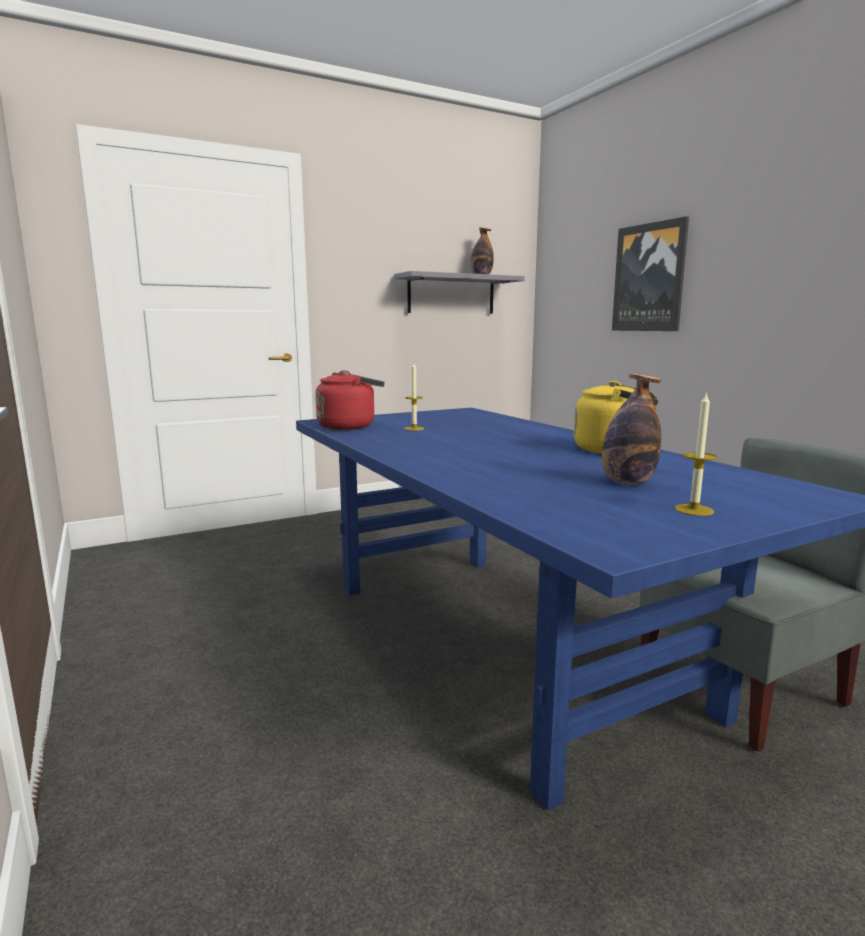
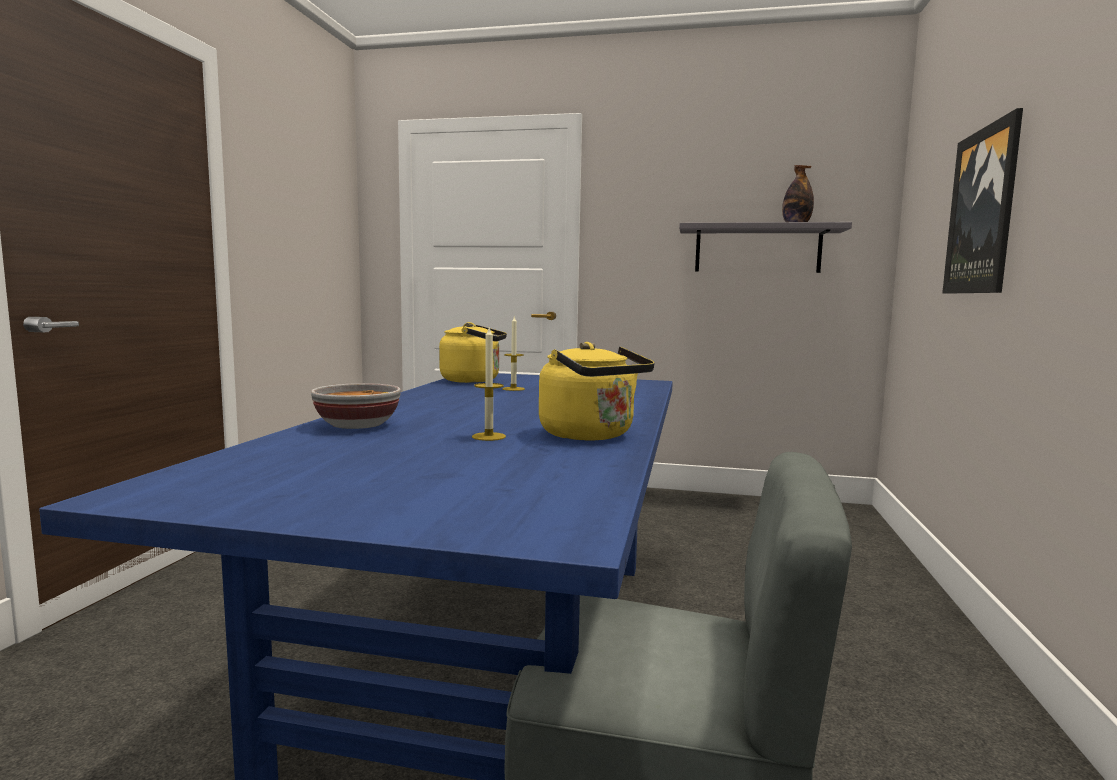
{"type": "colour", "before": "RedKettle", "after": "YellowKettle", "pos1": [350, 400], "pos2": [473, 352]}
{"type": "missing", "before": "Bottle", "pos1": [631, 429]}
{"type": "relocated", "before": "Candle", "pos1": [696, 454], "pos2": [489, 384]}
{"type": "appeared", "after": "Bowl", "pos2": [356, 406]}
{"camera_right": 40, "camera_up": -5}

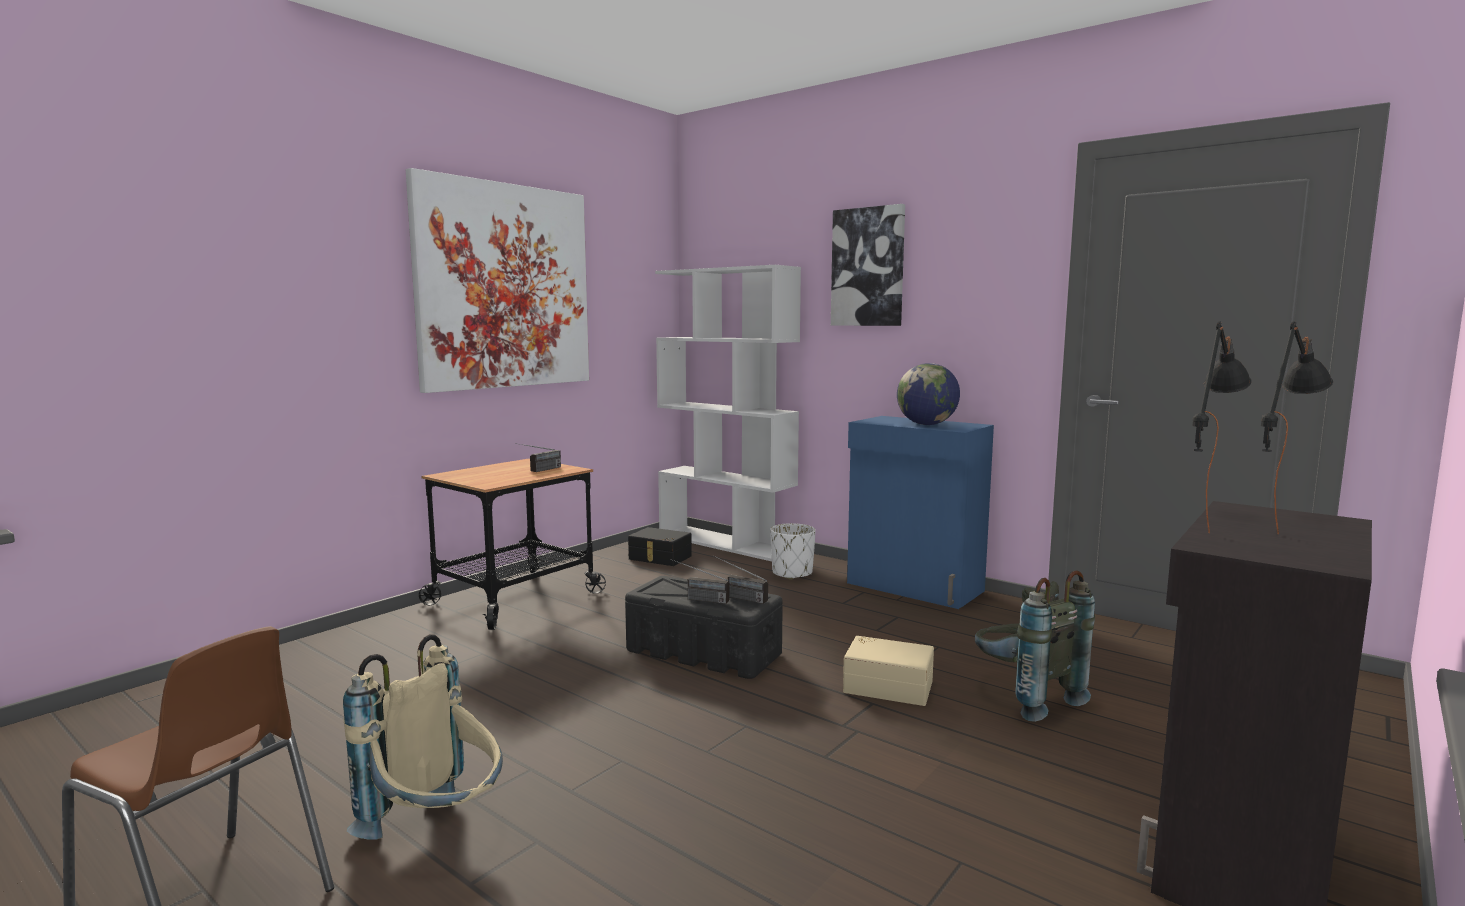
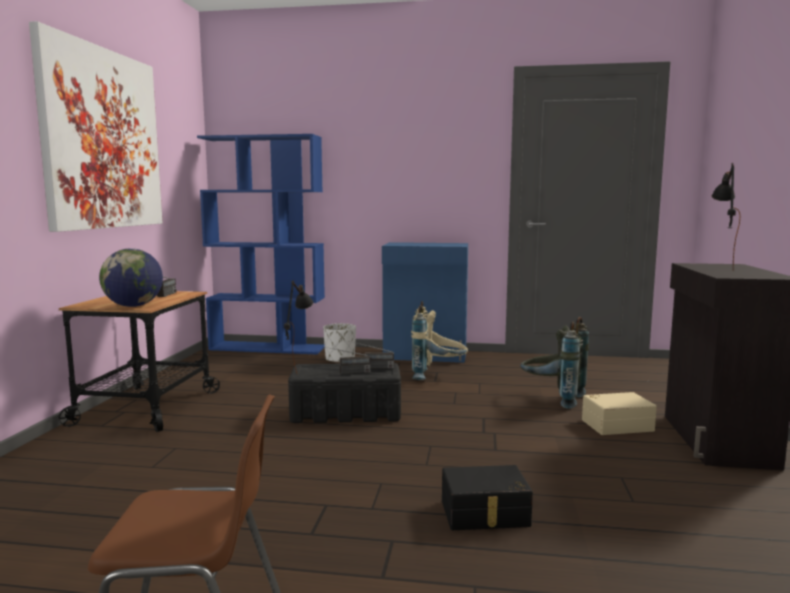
{"type": "relocated", "before": "BeigeBackpack", "pos1": [423, 737], "pos2": [439, 340]}
{"type": "relocated", "before": "BlackStorageBox", "pos1": [660, 546], "pos2": [487, 497]}
{"type": "colour", "before": "WhiteBookcase", "after": "BlueBookcase", "pos1": [728, 413], "pos2": [261, 244]}
{"type": "missing", "before": "Picture", "pos1": [868, 265]}
{"type": "relocated", "before": "BeigeStorageBox", "pos1": [888, 671], "pos2": [619, 413]}
{"type": "relocated", "before": "Globe", "pos1": [928, 394], "pos2": [131, 277]}
{"type": "relocated", "before": "BlackTableLamp", "pos1": [1222, 427], "pos2": [298, 326]}
{"camera_right": -30, "camera_up": 0}

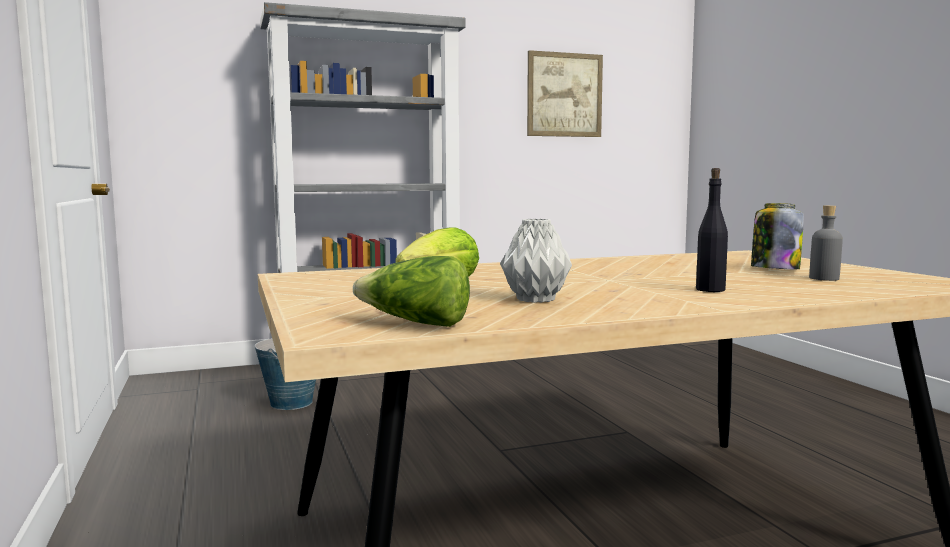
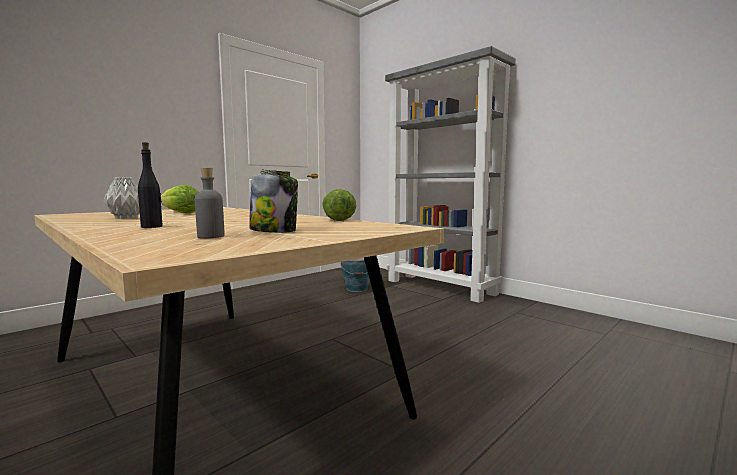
{"type": "relocated", "before": "Lettuce", "pos1": [411, 291], "pos2": [339, 205]}
{"type": "missing", "before": "Picture", "pos1": [565, 93]}
{"camera_right": 65, "camera_up": 0}

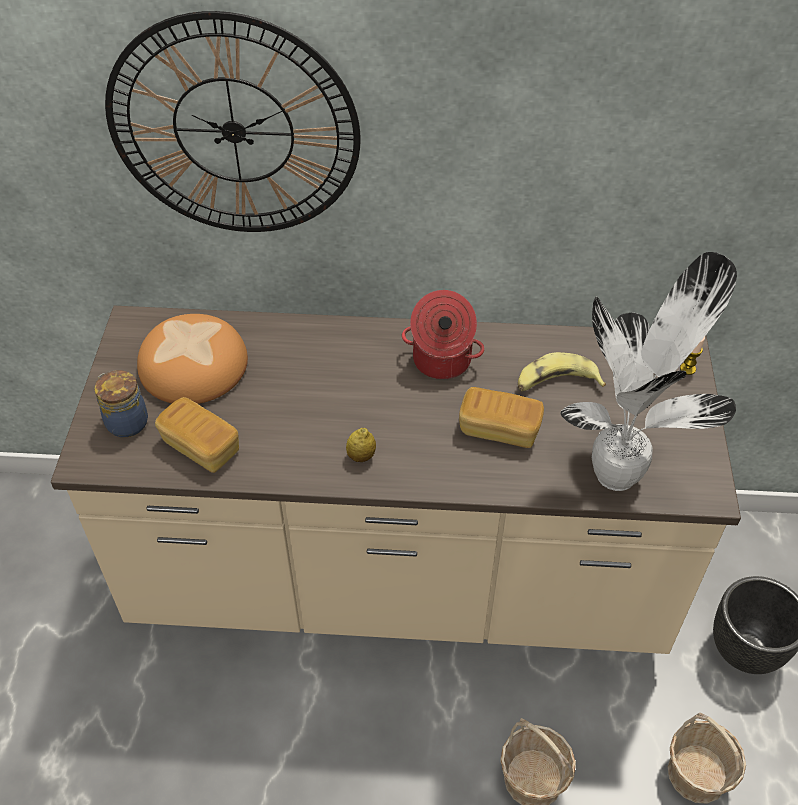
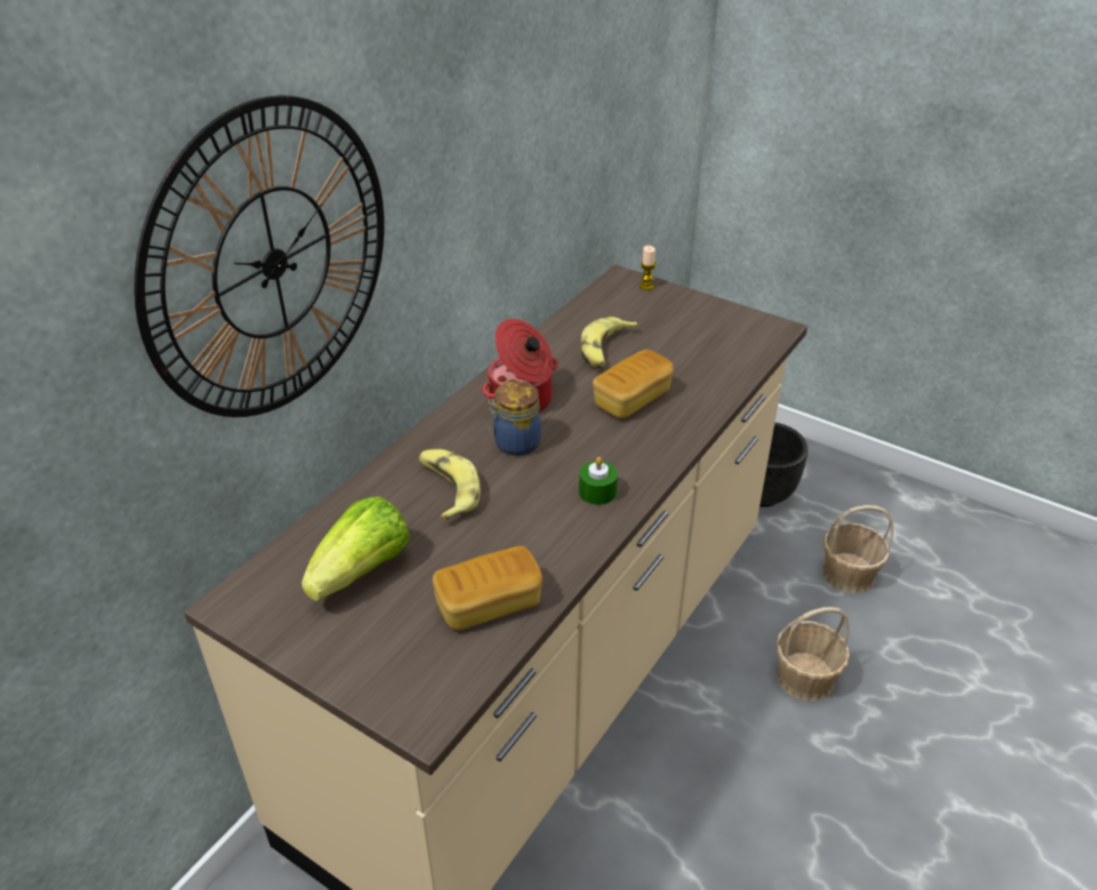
{"type": "relocated", "before": "Jar", "pos1": [121, 403], "pos2": [514, 418]}
{"type": "exchanged", "before": "Bread", "after": "Lettuce", "pos1": [192, 359], "pos2": [355, 548]}
{"type": "exchanged", "before": "Lemon", "after": "GreenCandle", "pos1": [361, 445], "pos2": [598, 481]}
{"type": "missing", "before": "PottedPlant", "pos1": [648, 371]}
{"type": "appeared", "after": "Banana", "pos2": [449, 484]}
{"camera_right": -60, "camera_up": -10}

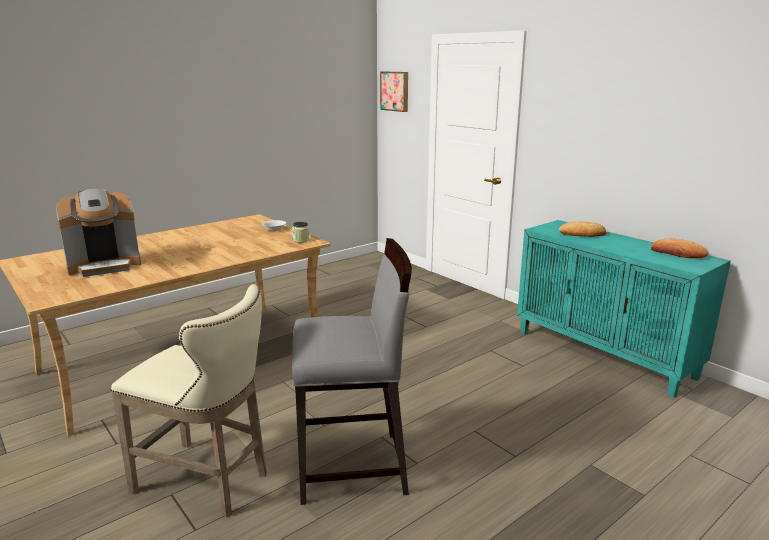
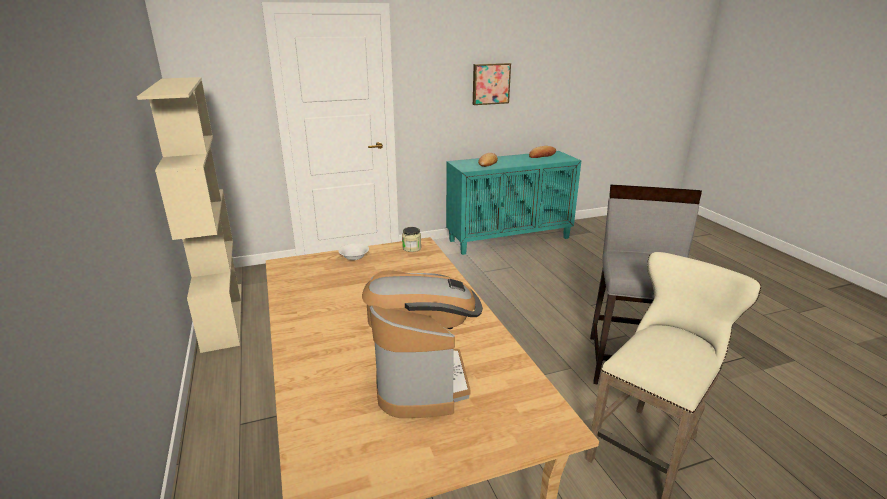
{"type": "relocated", "before": "Picture", "pos1": [394, 91], "pos2": [492, 84]}
{"type": "appeared", "after": "BeigeBookcase", "pos2": [189, 215]}
{"camera_right": -70, "camera_up": 5}

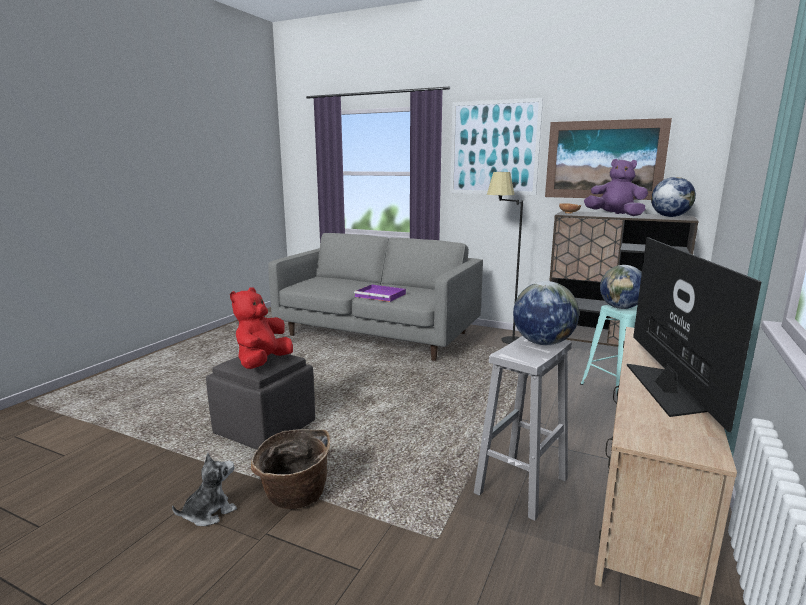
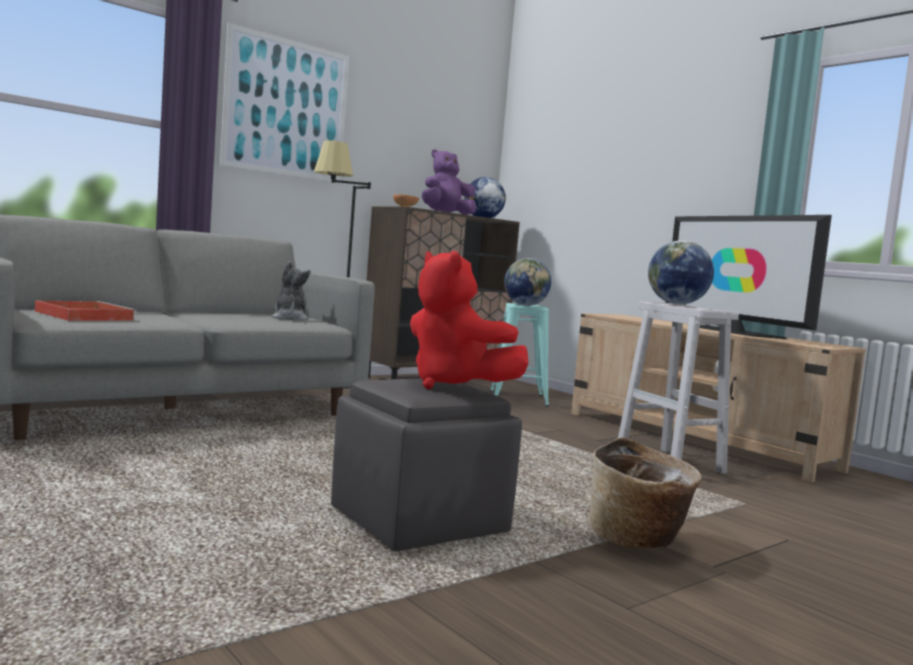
{"type": "relocated", "before": "PlushToy", "pos1": [204, 489], "pos2": [291, 290]}
{"type": "missing", "before": "PurpleTray", "pos1": [380, 293]}
{"type": "missing", "before": "Picture", "pos1": [608, 159]}
{"type": "spun", "before": "Television", "pos1": [694, 334], "pos2": [748, 277], "turn": -150}
{"type": "appeared", "after": "RedTray", "pos2": [86, 311]}
{"camera_right": -65, "camera_up": -10}

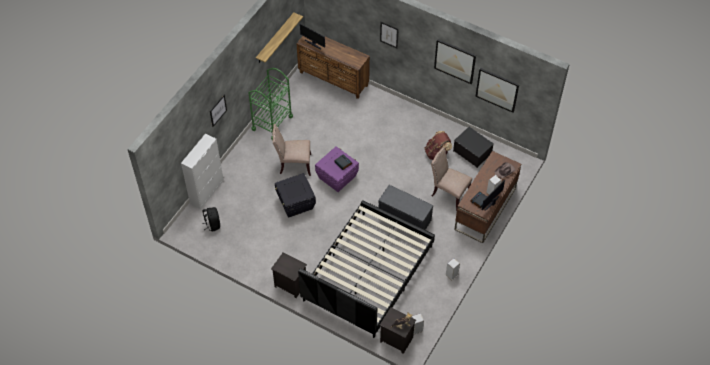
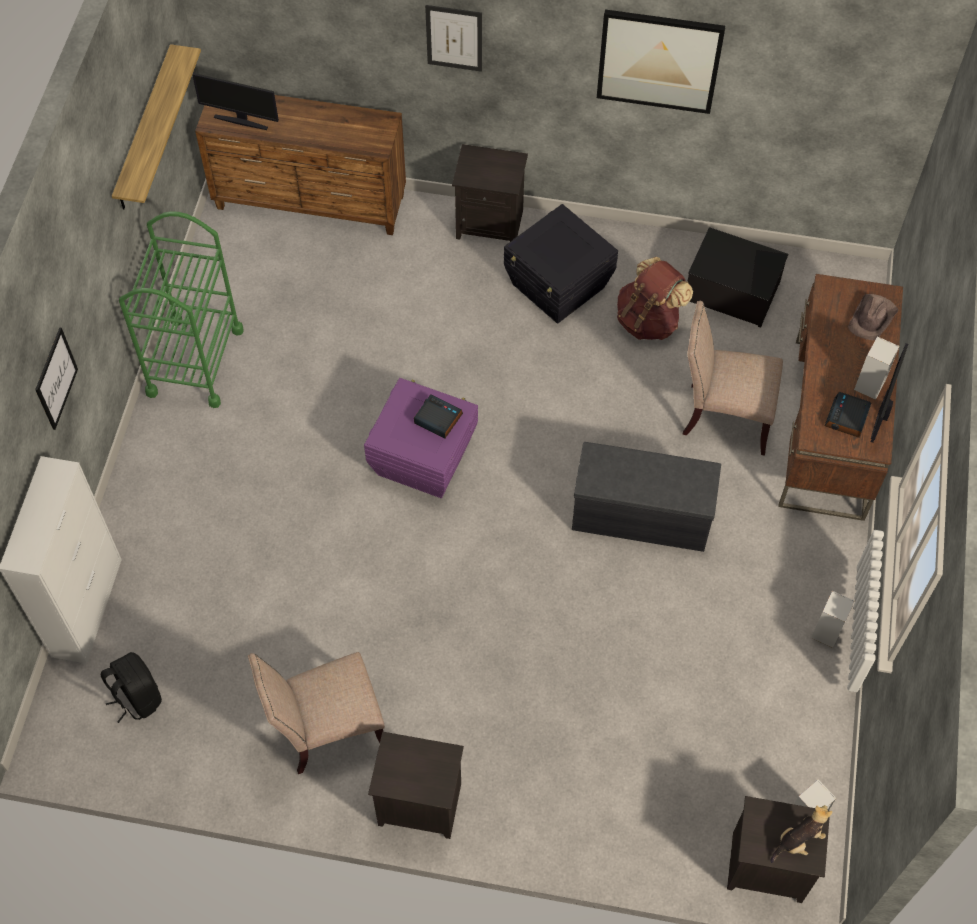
{"type": "relocated", "before": "BeigeChair", "pos1": [292, 150], "pos2": [316, 713]}
{"type": "relocated", "before": "BlackStorageBox", "pos1": [295, 195], "pos2": [561, 264]}
{"type": "missing", "before": "BlackBed", "pos1": [366, 269]}
{"type": "missing", "before": "Picture", "pos1": [497, 90]}
{"type": "appeared", "after": "BlackNightstand", "pos2": [490, 193]}
{"camera_right": -20, "camera_up": 5}

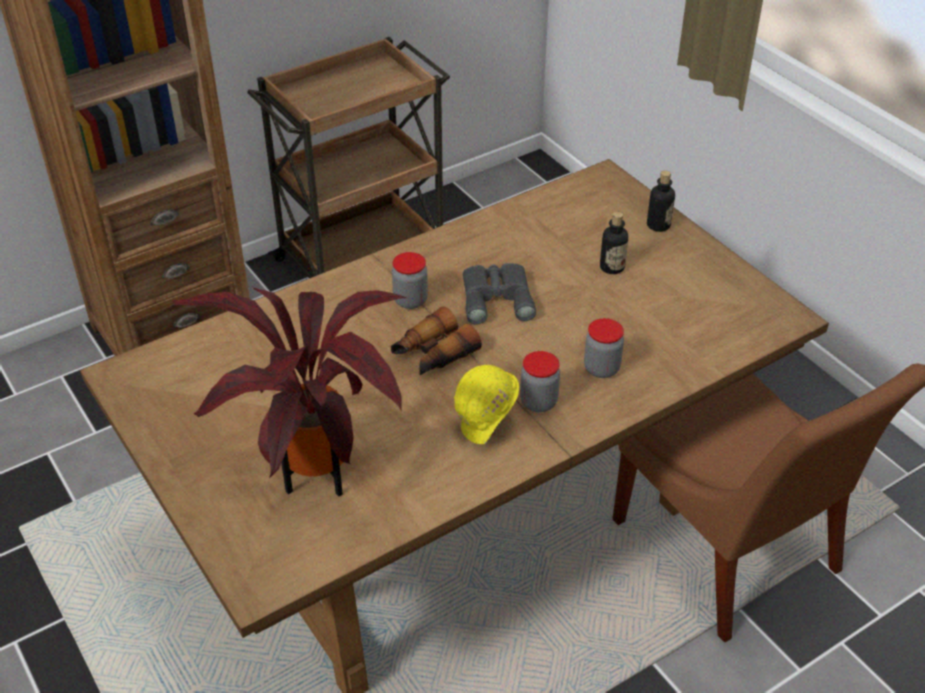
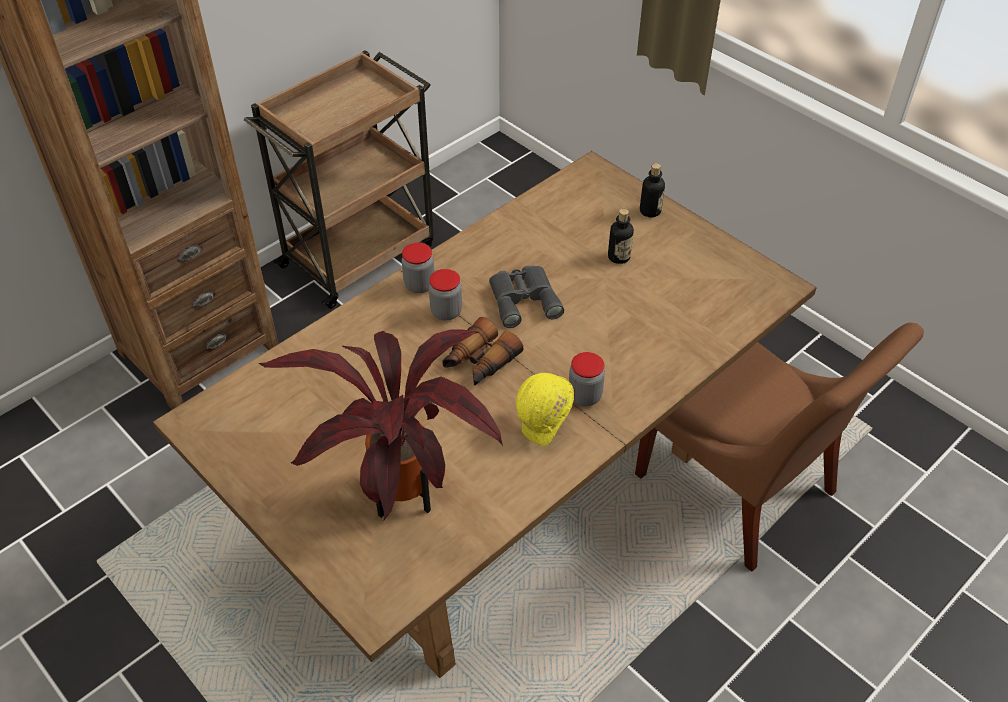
{"type": "relocated", "before": "Jar", "pos1": [604, 348], "pos2": [418, 268]}
{"camera_right": -10, "camera_up": 5}

